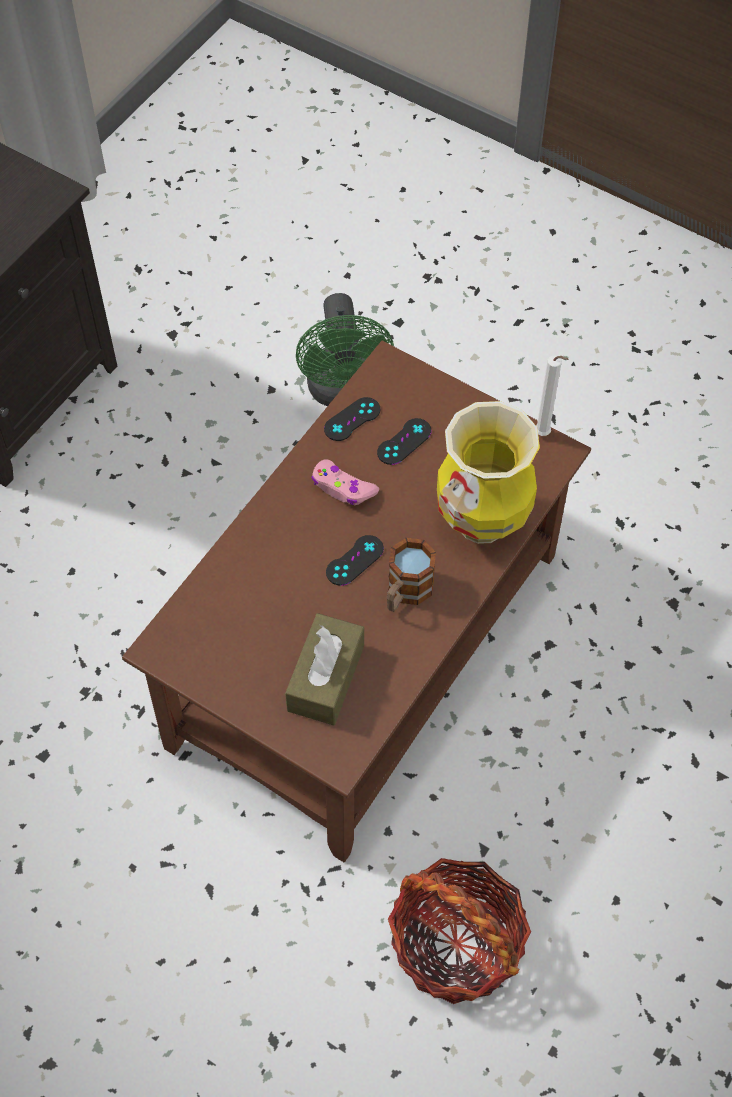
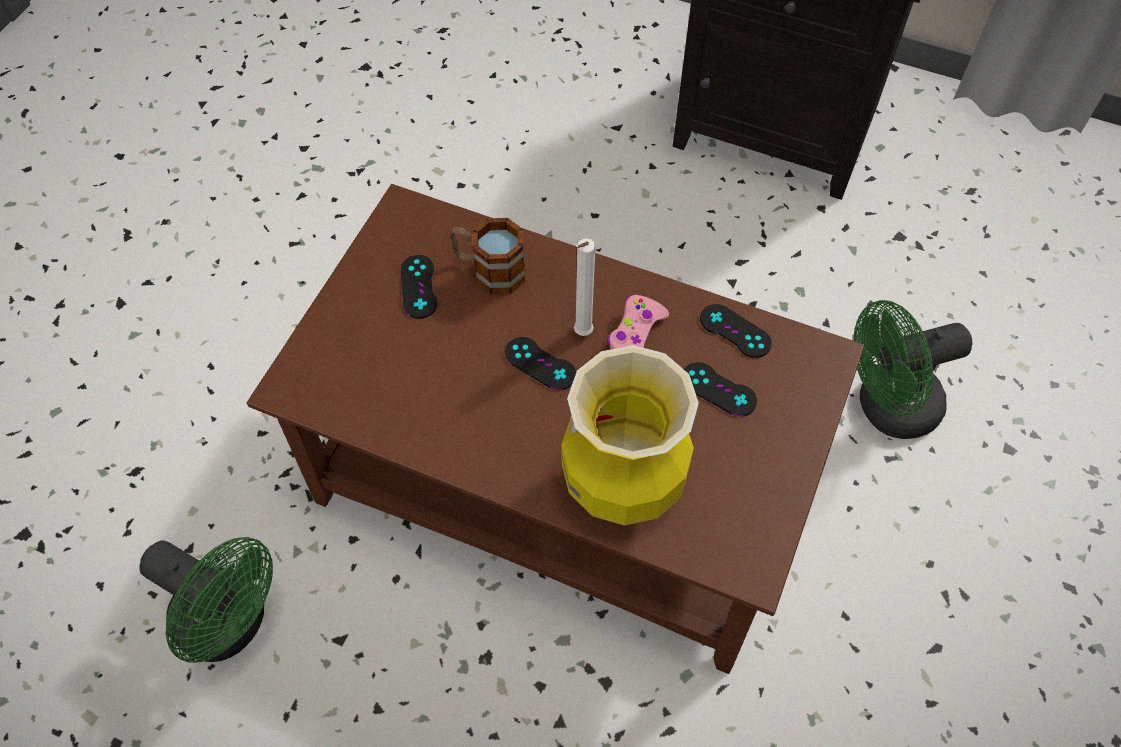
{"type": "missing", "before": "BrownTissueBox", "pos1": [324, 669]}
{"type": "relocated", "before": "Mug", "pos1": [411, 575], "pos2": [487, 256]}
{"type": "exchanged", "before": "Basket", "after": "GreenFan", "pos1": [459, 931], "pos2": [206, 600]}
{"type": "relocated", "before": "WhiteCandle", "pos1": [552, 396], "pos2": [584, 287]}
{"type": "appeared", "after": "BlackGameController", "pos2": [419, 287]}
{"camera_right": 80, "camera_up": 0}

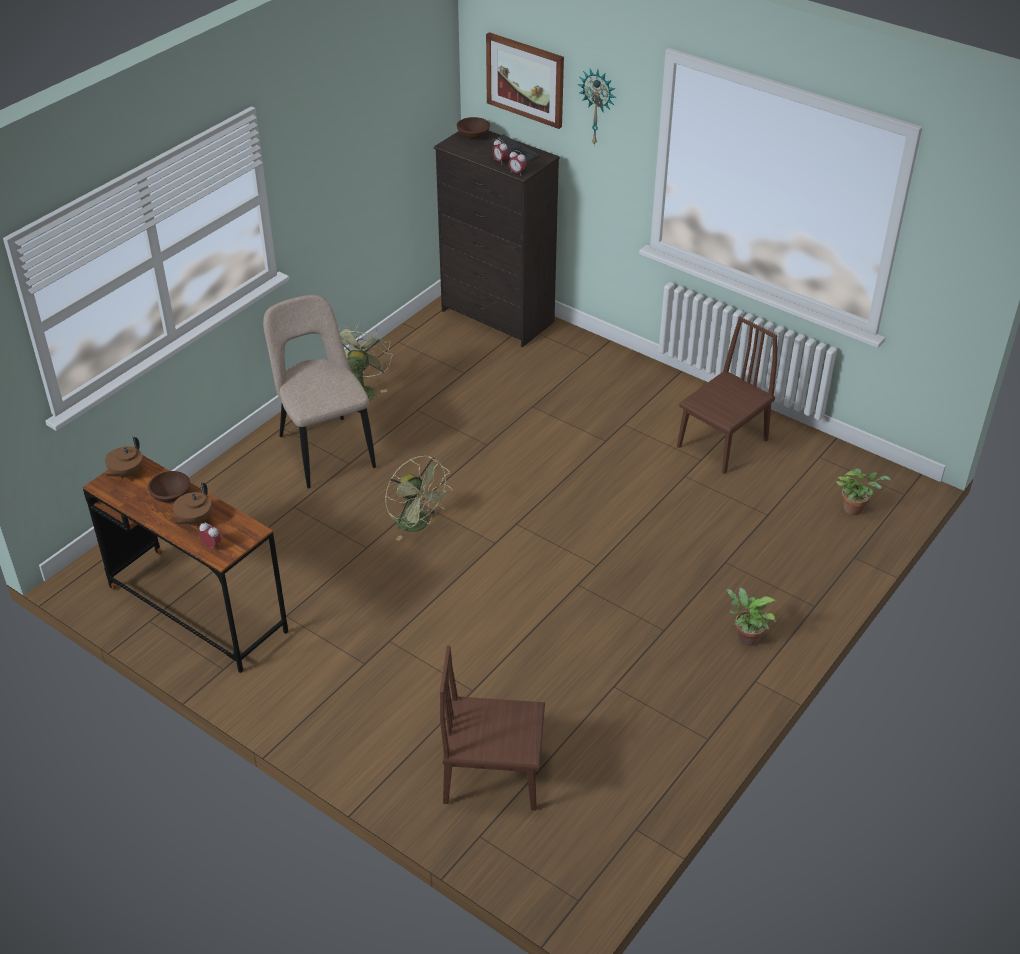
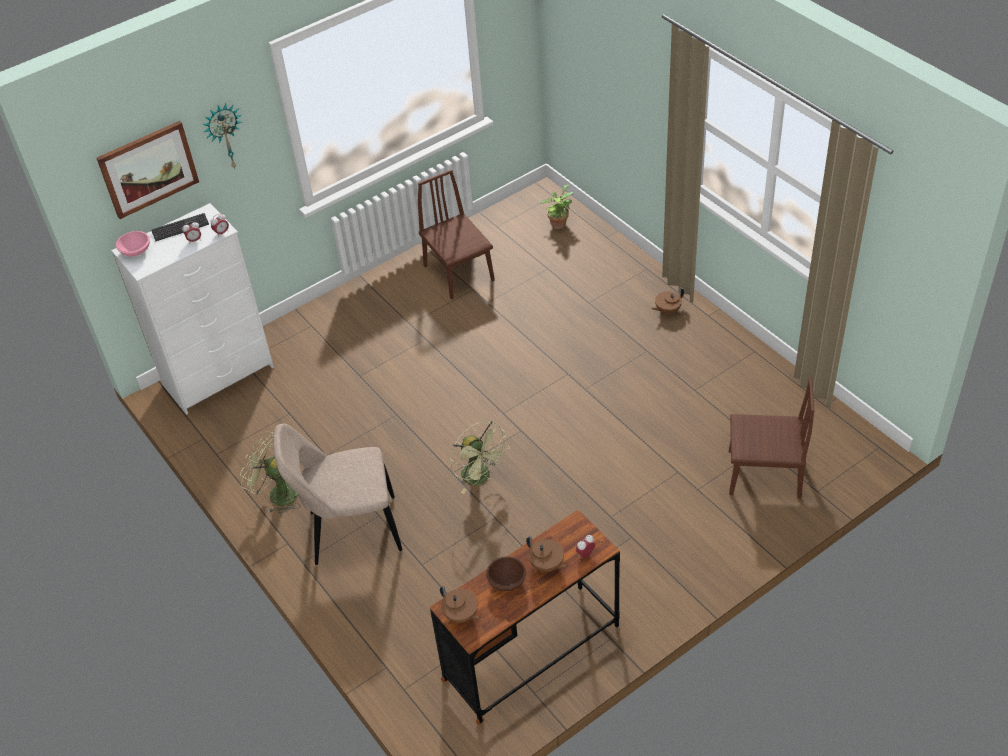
{"type": "spun", "before": "GreenFan", "pos1": [418, 498], "pos2": [479, 457], "turn": 75}
{"type": "colour", "before": "BlackDresser", "after": "WhiteDresser", "pos1": [497, 238], "pos2": [192, 309]}
{"type": "spun", "before": "BrownChair", "pos1": [492, 728], "pos2": [772, 437], "turn": -105}
{"type": "colour", "before": "BrownBowl", "after": "PinkBowl", "pos1": [473, 128], "pos2": [133, 243]}
{"type": "exchanged", "before": "PottedPlant", "after": "BrownTeapot", "pos1": [751, 616], "pos2": [668, 301]}
{"camera_right": -70, "camera_up": 5}

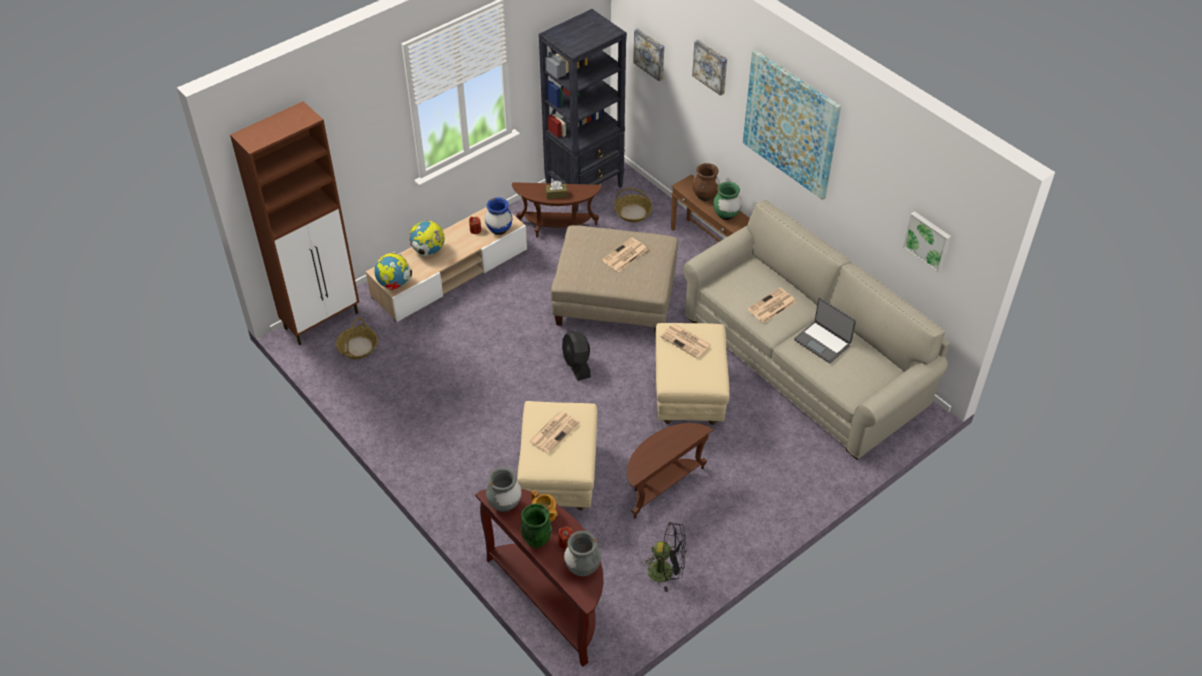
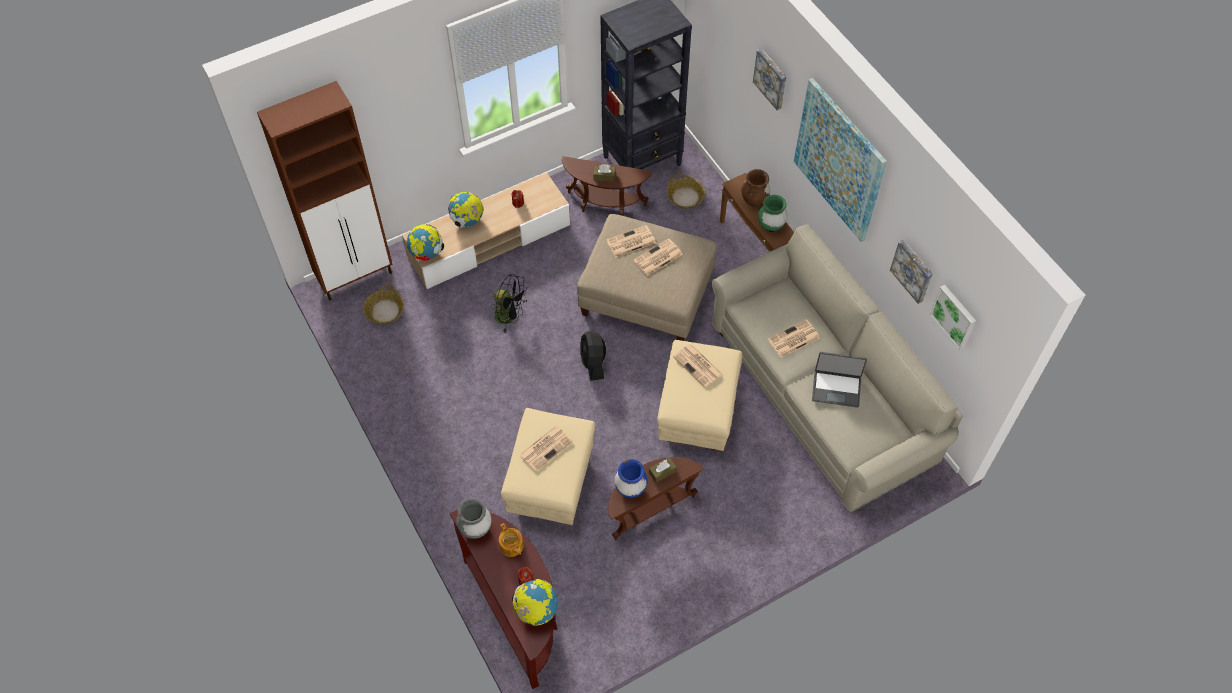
{"type": "relocated", "before": "BlueVase", "pos1": [498, 216], "pos2": [631, 478]}
{"type": "missing", "before": "GreenVase", "pos1": [536, 526]}
{"type": "exchanged", "before": "GreyVase", "after": "Globe", "pos1": [582, 554], "pos2": [535, 602]}
{"type": "relocated", "before": "Picture", "pos1": [648, 55], "pos2": [911, 272]}
{"type": "relocated", "before": "BlackFan", "pos1": [663, 557], "pos2": [509, 303]}
{"type": "spun", "before": "Laptop", "pos1": [825, 330], "pos2": [839, 380], "turn": -45}
{"type": "appeared", "after": "Newspaper", "pos2": [631, 241]}
{"type": "appeared", "after": "BrownTissueBox", "pos2": [663, 470]}
{"camera_right": 10, "camera_up": 10}

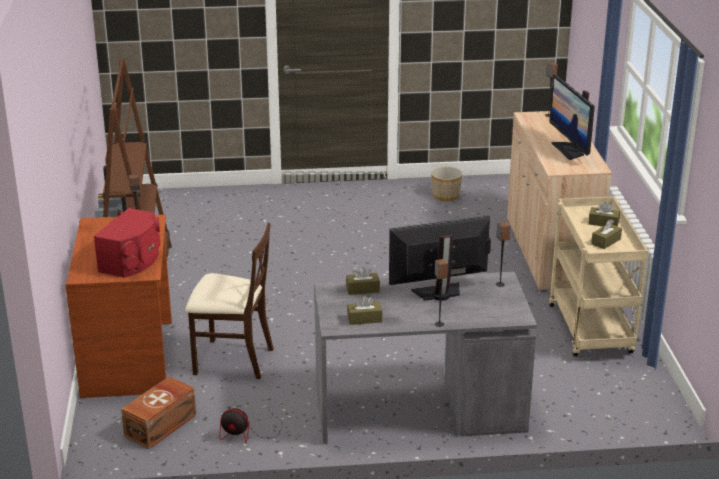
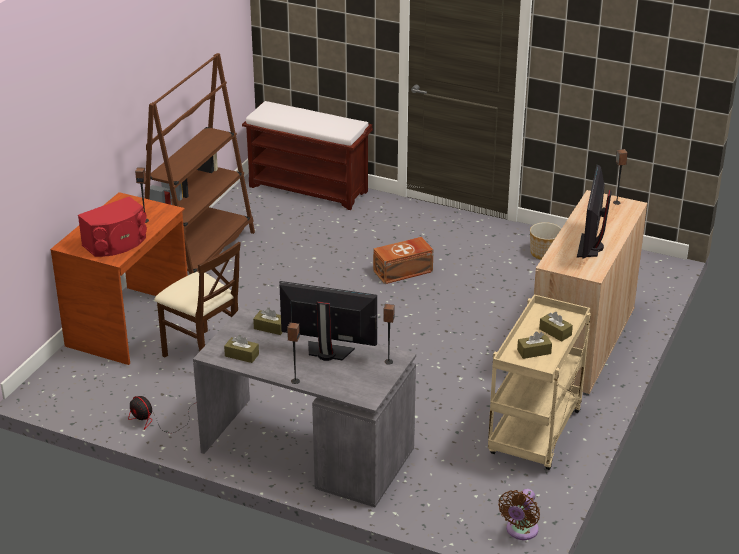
{"type": "relocated", "before": "BrownStorageBox", "pos1": [158, 412], "pos2": [403, 260]}
{"type": "appeared", "after": "BrownBench", "pos2": [307, 155]}
{"type": "appeared", "after": "BrownFan", "pos2": [519, 514]}
{"camera_right": 30, "camera_up": 5}

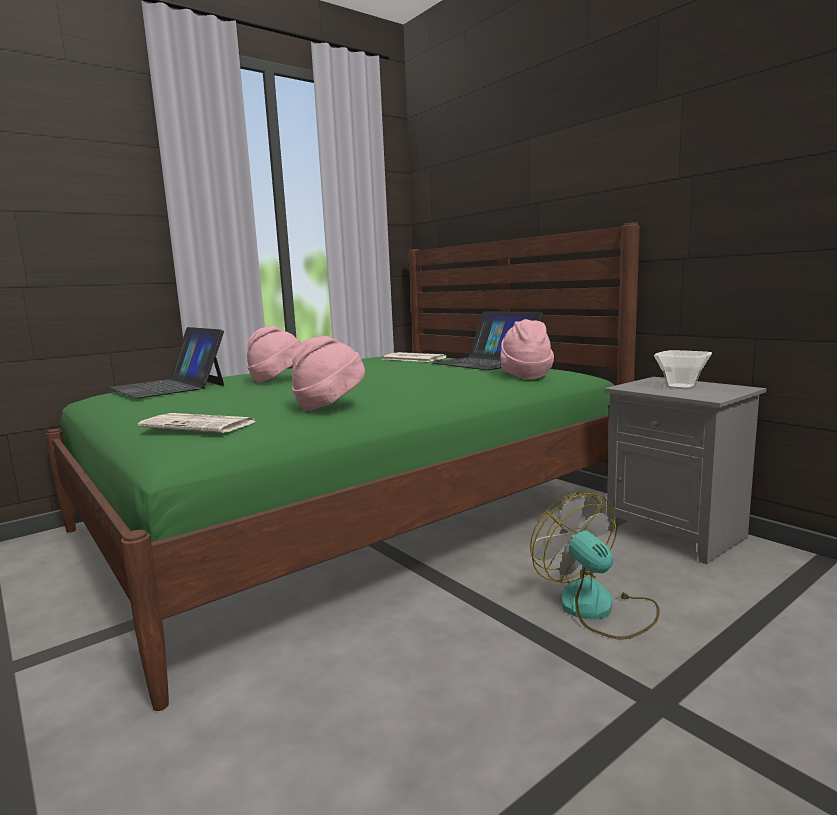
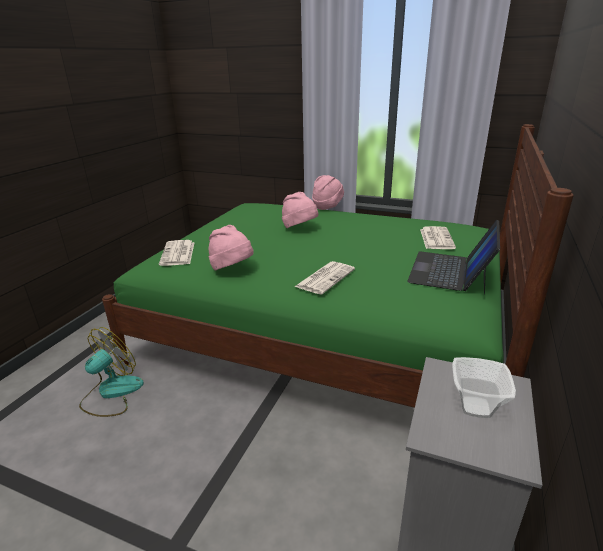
{"type": "missing", "before": "Laptop", "pos1": [166, 363]}
{"type": "relocated", "before": "PinkHat", "pos1": [527, 349], "pos2": [328, 192]}
{"type": "relocated", "before": "Fan", "pos1": [595, 566], "pos2": [111, 372]}
{"type": "appeared", "after": "Newspaper", "pos2": [324, 278]}
{"camera_right": 60, "camera_up": 15}

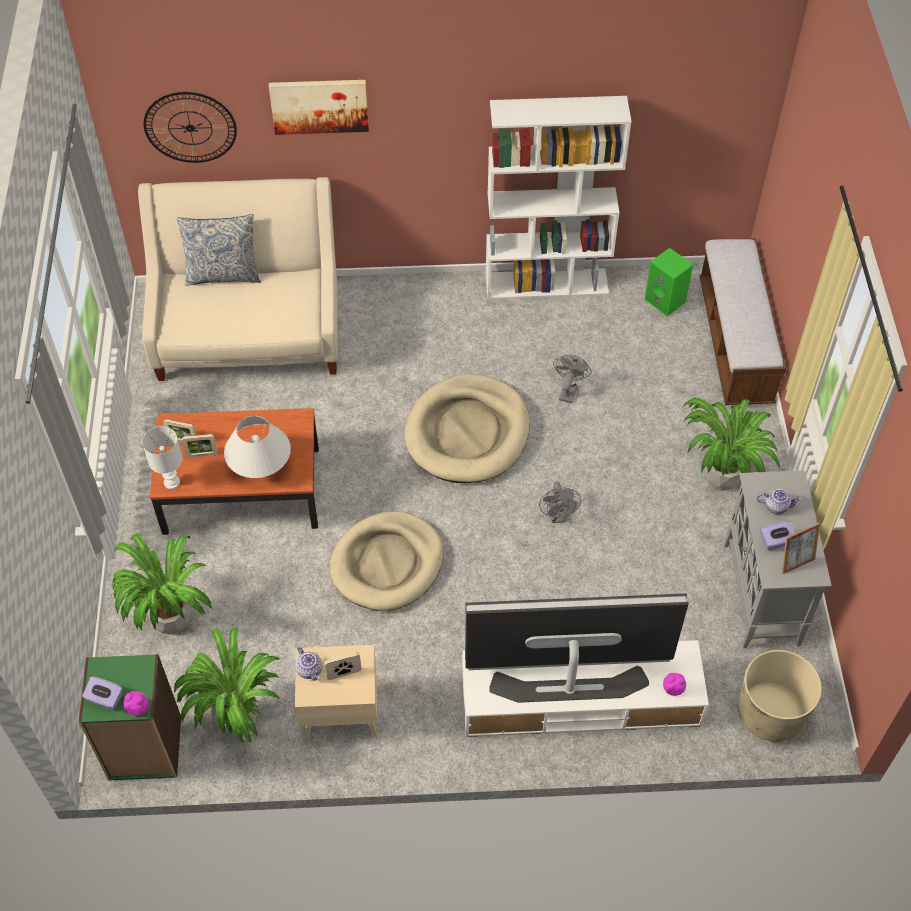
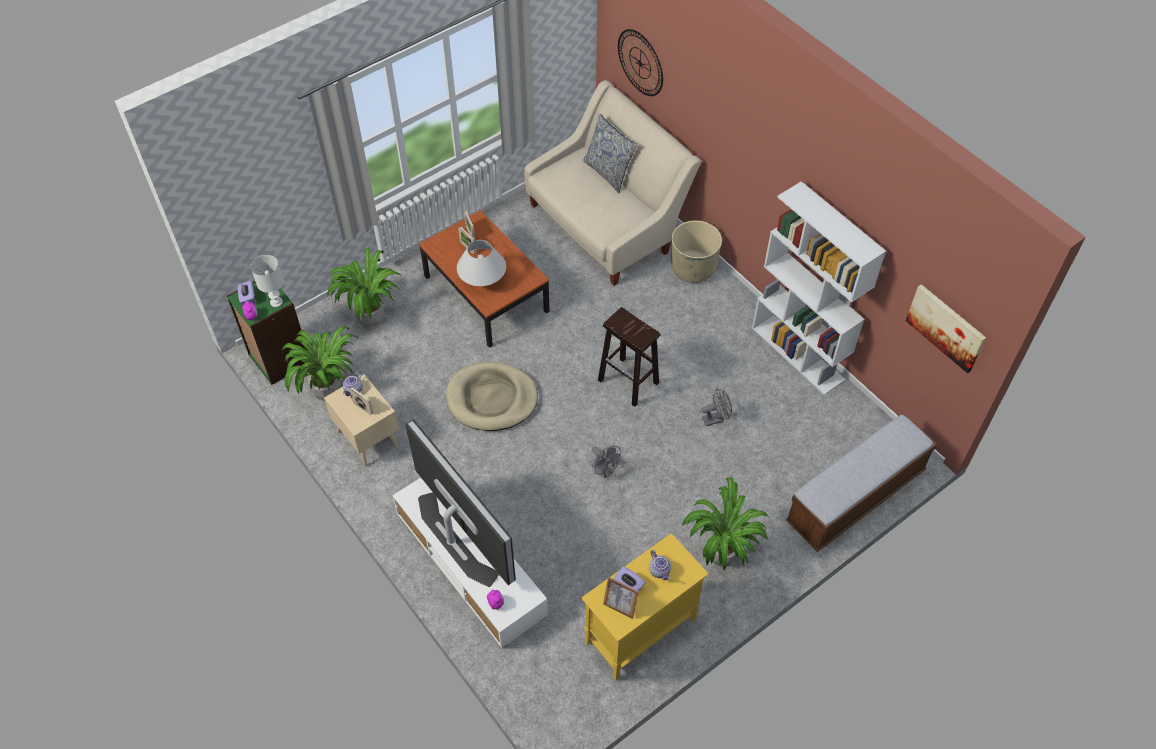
{"type": "relocated", "before": "WhiteTableLamp", "pos1": [162, 457], "pos2": [267, 281]}
{"type": "relocated", "before": "Picture", "pos1": [319, 107], "pos2": [946, 328]}
{"type": "exchanged", "before": "BeigeDogBed", "after": "BrownStool", "pos1": [467, 428], "pos2": [629, 357]}
{"type": "spun", "before": "GreyFan", "pos1": [560, 502], "pos2": [606, 462], "turn": -90}
{"type": "missing", "before": "GreenSpeaker", "pos1": [669, 282]}
{"type": "colour", "before": "GreyCabinet", "after": "YellowCabinet", "pos1": [778, 559], "pos2": [645, 606]}
{"type": "relocated", "before": "BeigePlanter", "pos1": [780, 696], "pos2": [696, 252]}
{"camera_right": 55, "camera_up": 0}

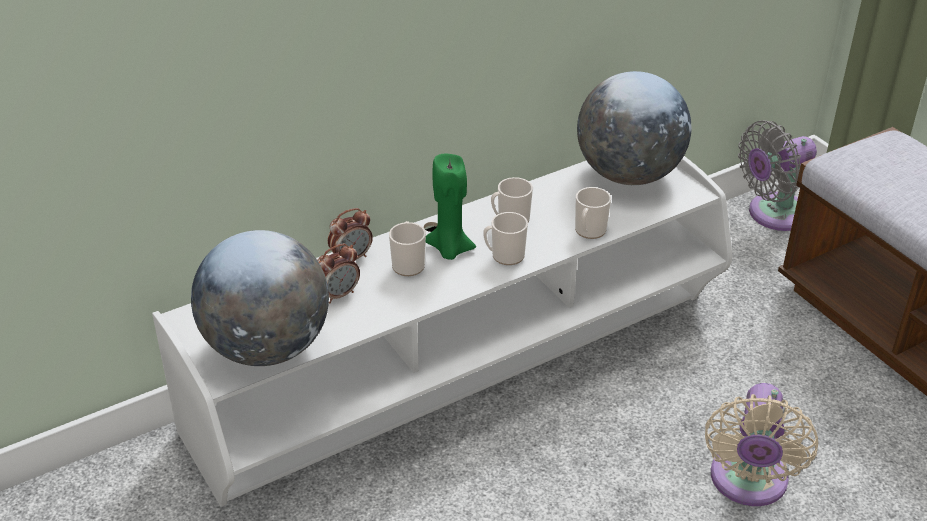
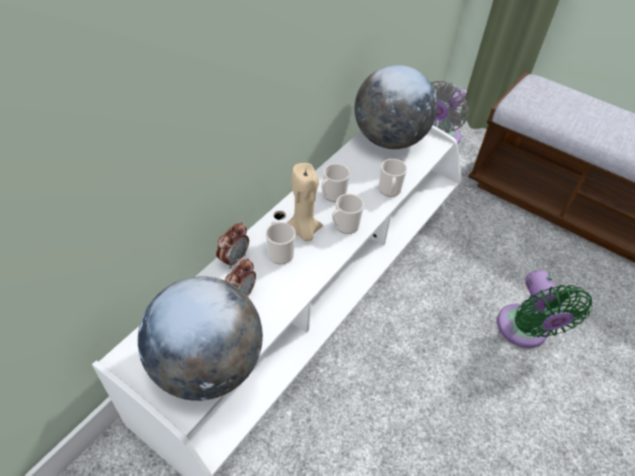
{"type": "colour", "before": "GreenCandle", "after": "BeigeCandle", "pos1": [451, 207], "pos2": [305, 202]}
{"type": "colour", "before": "BeigeFan", "after": "GreenFan", "pos1": [761, 444], "pos2": [545, 309]}
{"camera_right": -25, "camera_up": 10}

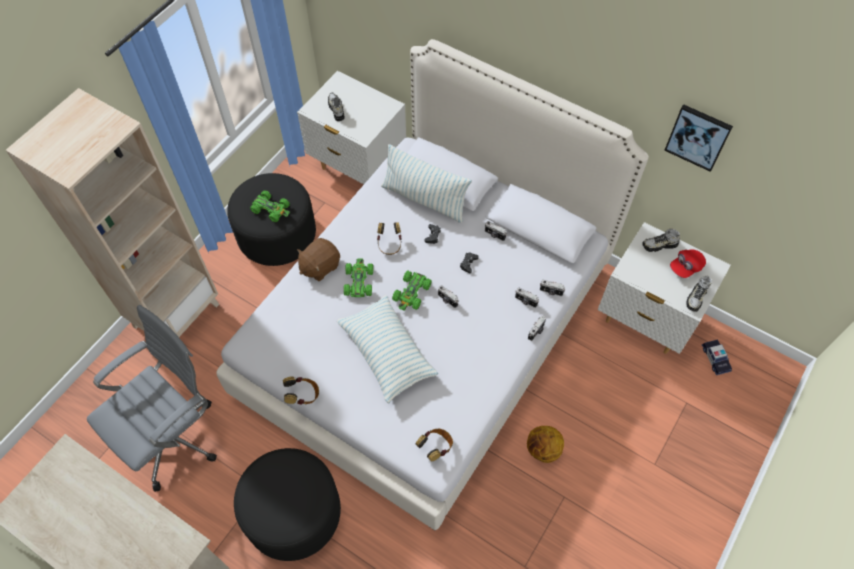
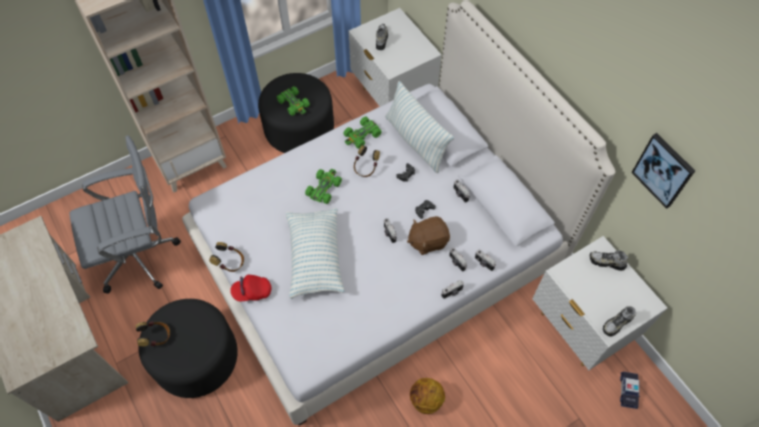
{"type": "relocated", "before": "BrownPlushToy", "pos1": [318, 259], "pos2": [428, 235]}
{"type": "relocated", "before": "GreenToyCar", "pos1": [412, 291], "pos2": [362, 133]}
{"type": "relocated", "before": "Headphones", "pos1": [434, 445], "pos2": [153, 334]}
{"type": "relocated", "before": "RedCap", "pos1": [688, 263], "pos2": [250, 288]}
{"camera_right": 25, "camera_up": 0}

